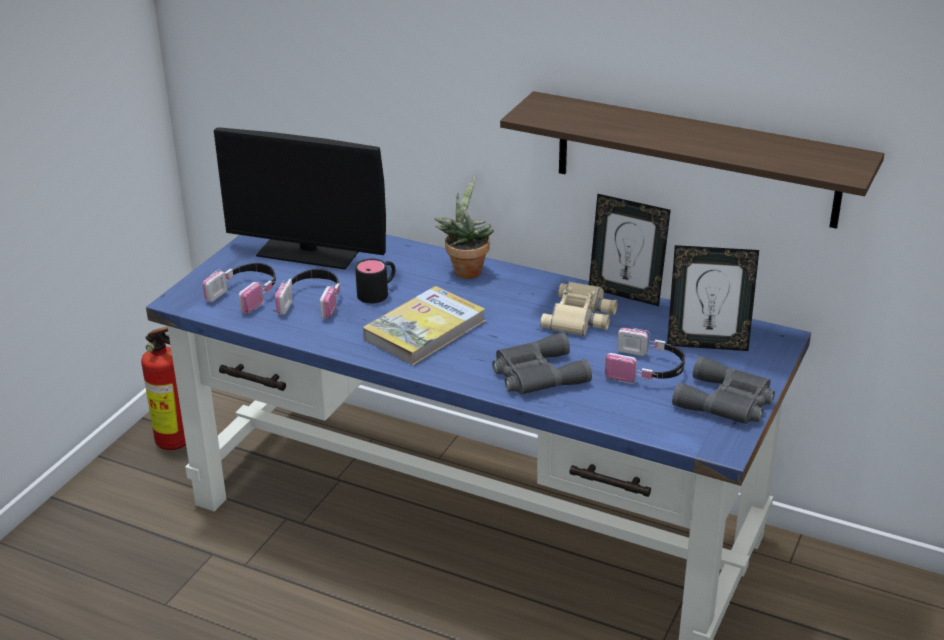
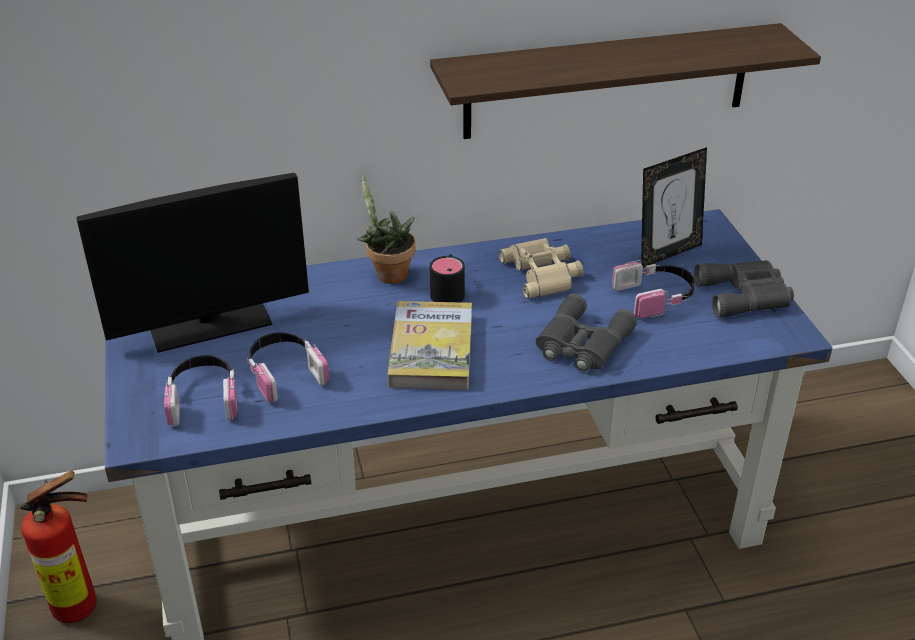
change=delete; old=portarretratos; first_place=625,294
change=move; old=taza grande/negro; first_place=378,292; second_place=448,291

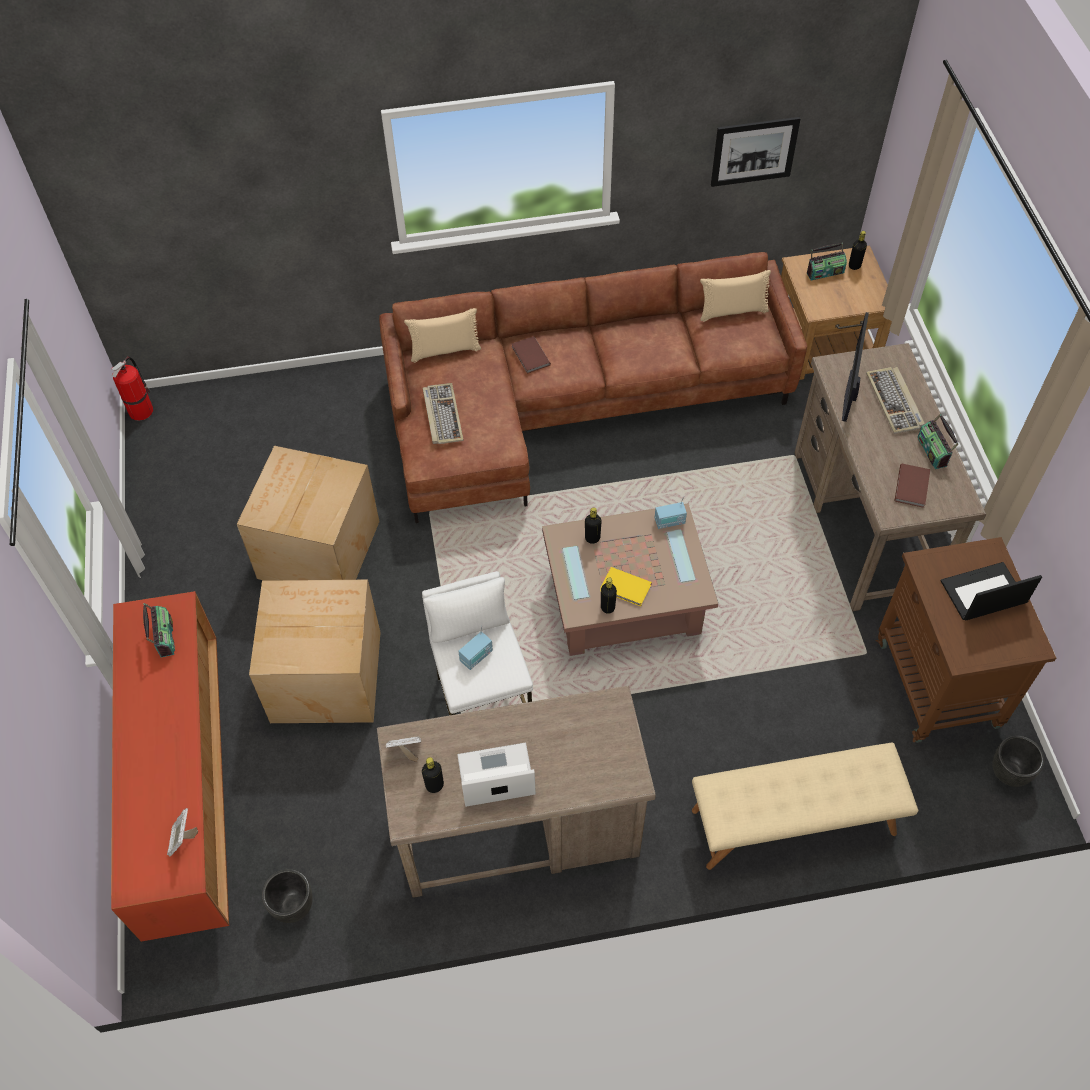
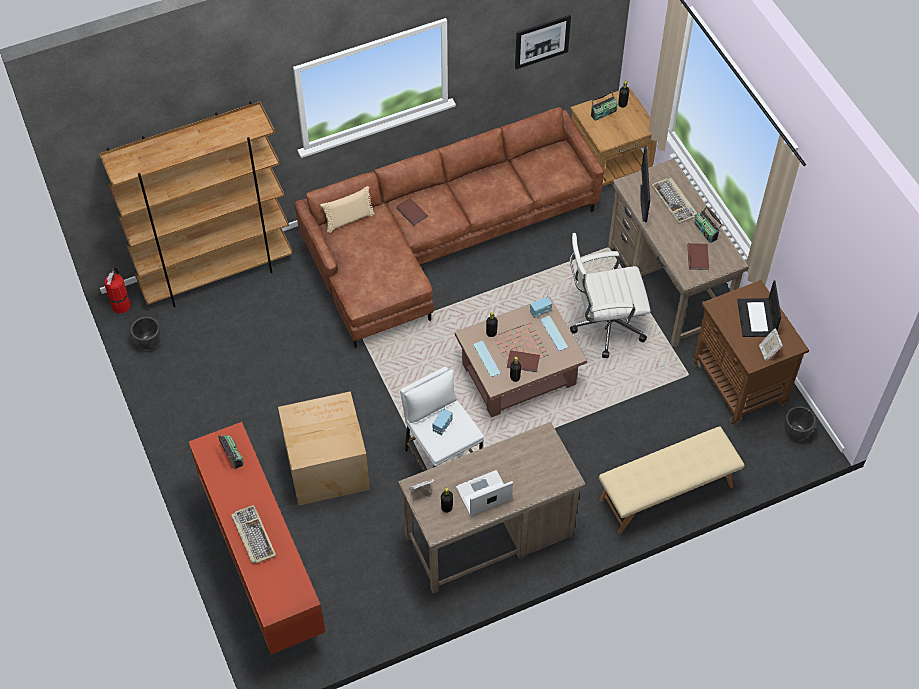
change=delete; old=cojín/beis; first_place=732,311
change=move; old=teclado; first_place=442,415; second_place=252,535
change=delete; old=caja de cartón; first_place=317,550
change=rotate; old=portátil; first_place=983,593; second_place=757,318; degrees=-60
change=recolor; old=libro/amarillo; new=libro/marrón; first_place=625,588; second_place=523,362
change=move; old=portarretratos; first_place=183,840; second_place=768,351
change=move; old=maceta/negro; first_place=293,906; second_place=149,343
change=insert; new=estantería/marrón; second_place=217,274
change=insert; new=silla de oficina/blanco; second_place=604,327

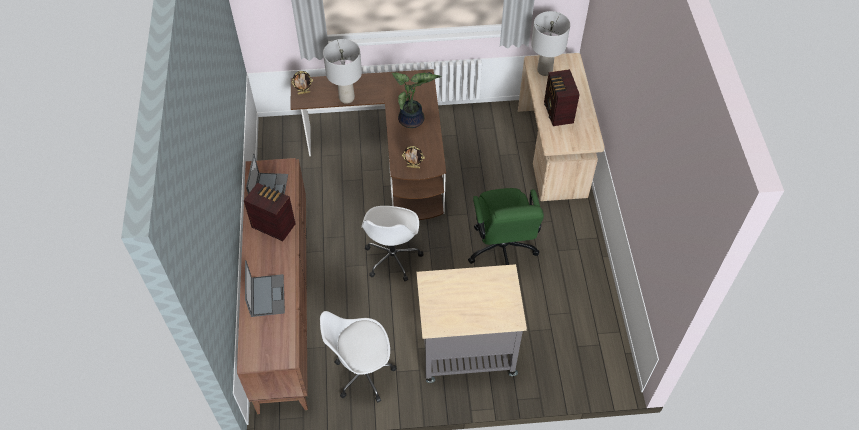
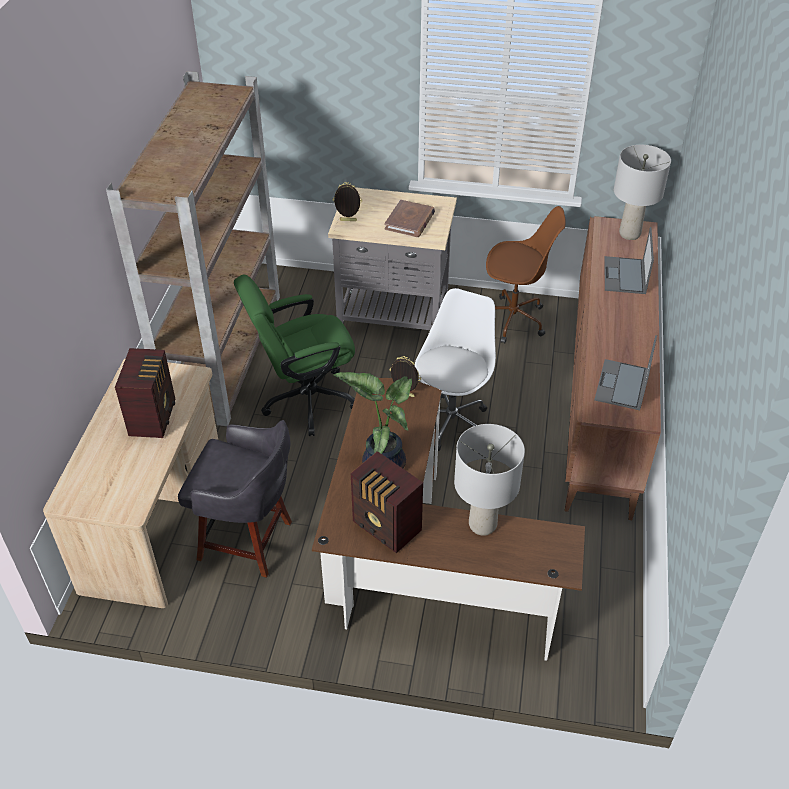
change=move; old=lámpara de mesa/gris; first_place=544,70; second_place=630,234
change=move; old=portarretratos; first_place=304,93; second_place=348,221
change=move; old=radio; first_place=273,225; second_place=387,528
change=rotate; old=silla de oficina/verde; first_place=502,252; second_place=304,402; degrees=-120
change=recolor; old=silla de oficina/blanco; new=silla de oficina/marrón; first_place=362,375; second_place=515,320
change=insert; new=estantería/marrón; second_place=224,353
change=insert; new=libro/marrón; second_place=410,221
change=insert; new=taburete/gris; second_place=249,542

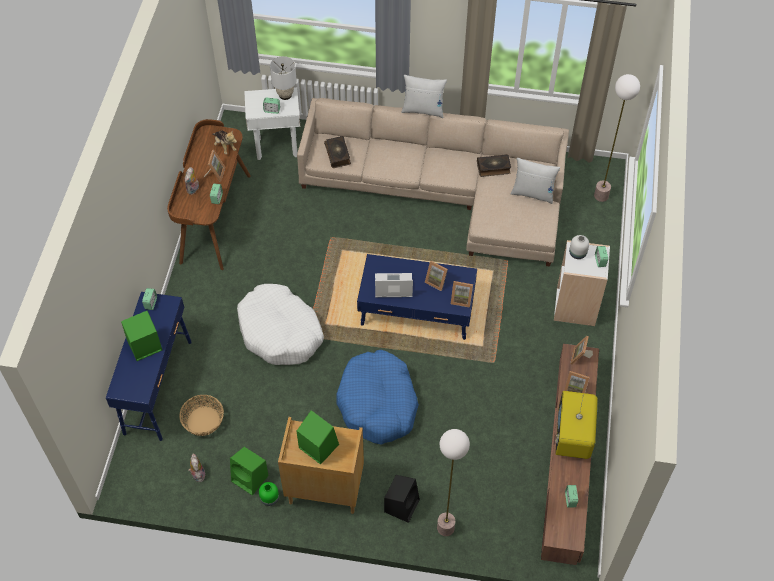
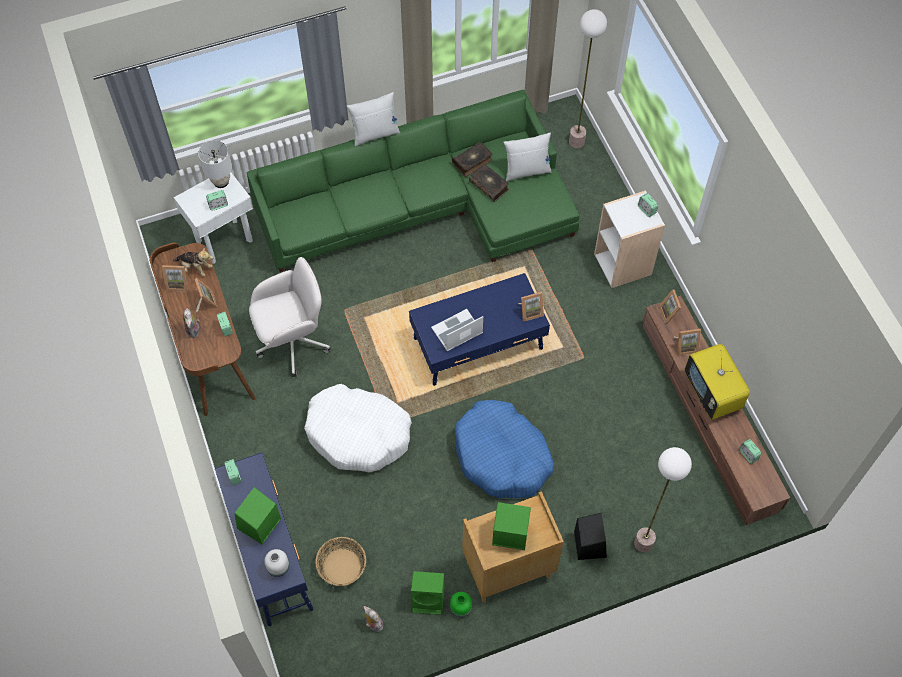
change=recolor; old=sofá/beis; new=sofá/verde; first_place=446,189; second_place=426,205
change=move; old=libro; first_place=338,155; second_place=489,185
change=move; old=florero/blanco; first_place=577,254; second_place=278,568
change=move; old=portarretratos; first_place=436,281; second_place=178,283
change=insert; new=silla de oficina/blanco; second_place=293,344

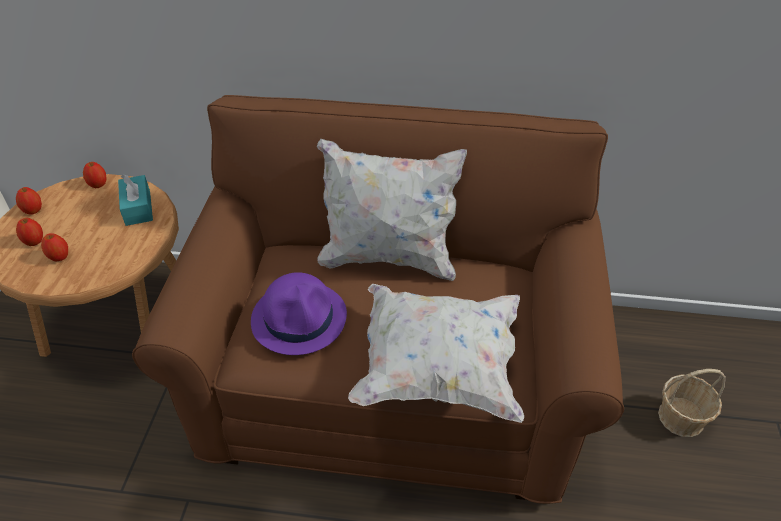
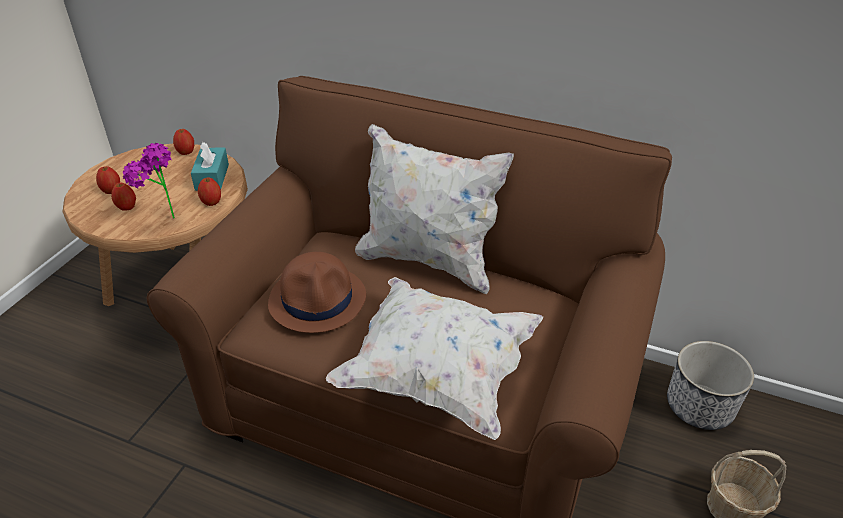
change=move; old=manzana; first_place=33,210; second_place=212,202
change=recolor; old=sombrero/morado; new=sombrero/marrón; first_place=300,318; second_place=318,299
change=insert; new=planta en maceta; second_place=163,218
change=insert; new=maceta; second_place=699,406

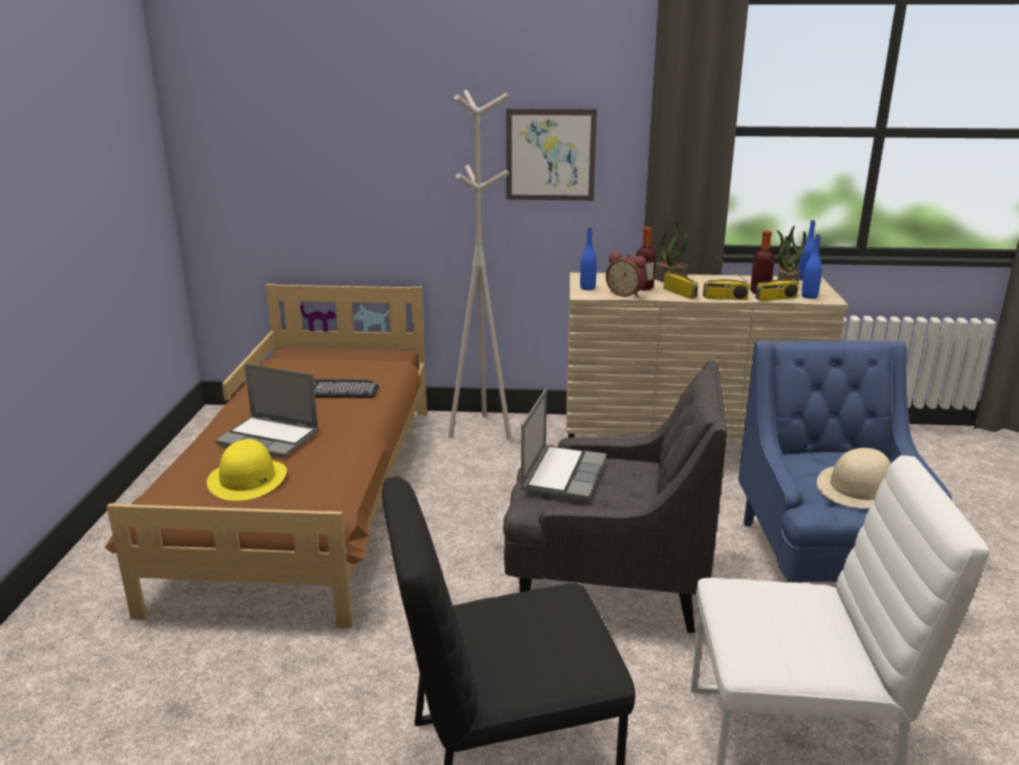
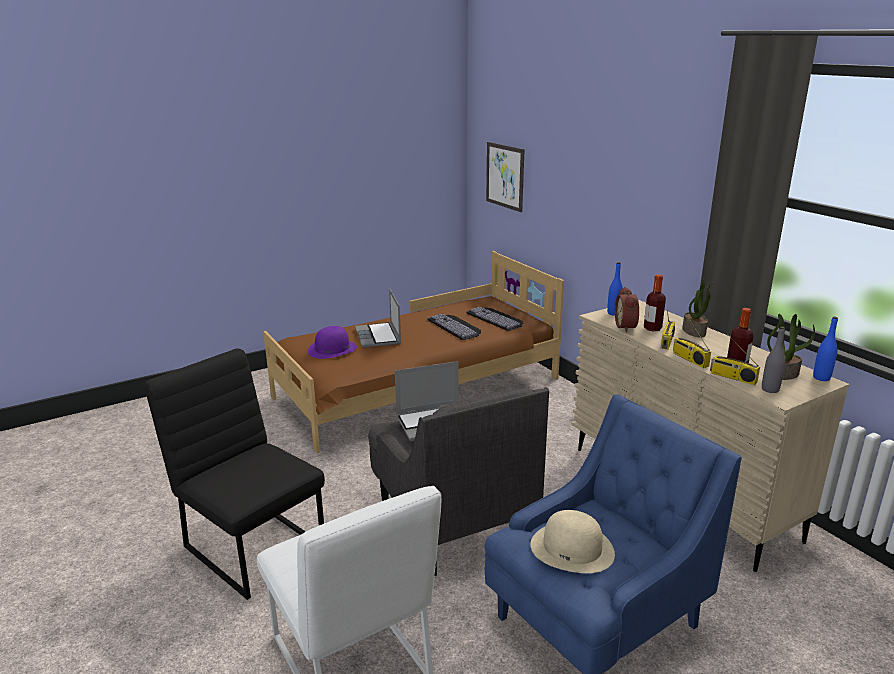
change=delete; old=perchero/gris; first_place=482,430
change=move; old=cuadro; first_place=550,155; second_place=505,176
change=recolor; old=botella/azul; new=botella/gris; first_place=809,296; second_place=770,389
change=recolor; old=sombrero/amarillo; new=sombrero/morado; first_place=247,479; second_place=332,349
change=insert; new=teclado; second_place=497,318

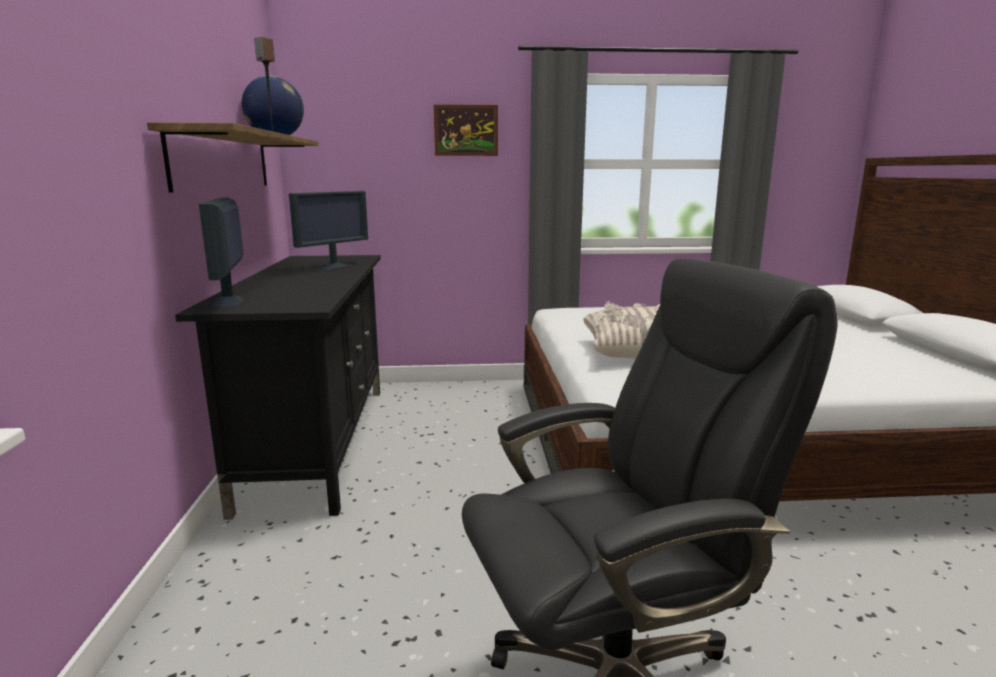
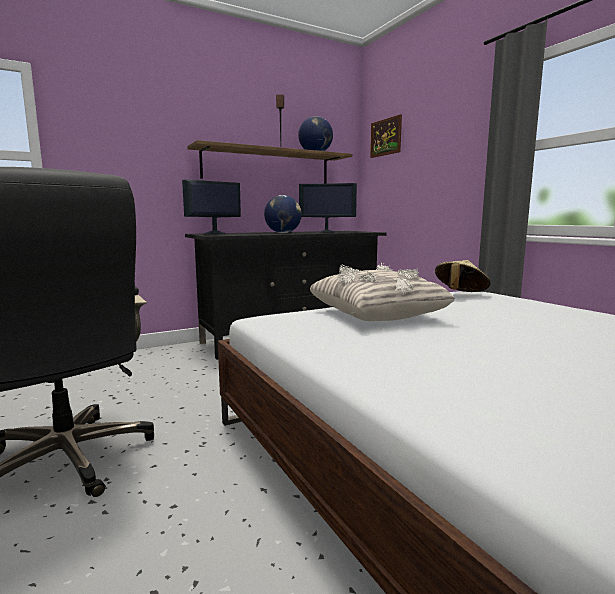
change=move; old=cuadro; first_place=466,130; second_place=386,137
change=insert; new=globo terráqueo; second_place=283,233
change=insert; new=sombrero/beis; second_place=460,294

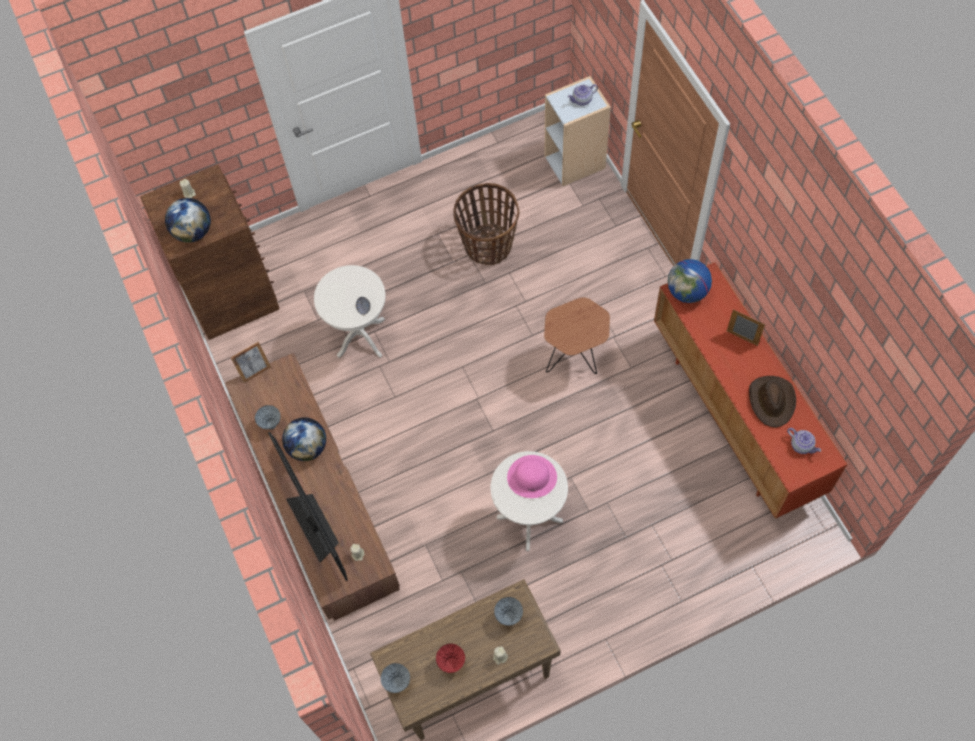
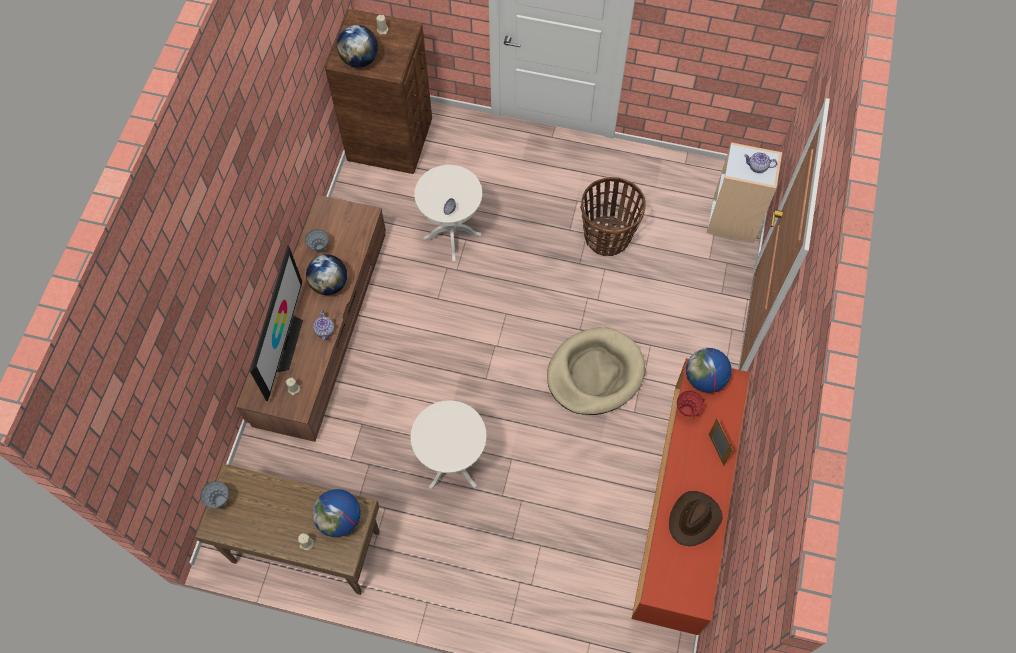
change=replace; old=mesa auxiliar/marrón; new=cama para perro/beis; first_place=575,360; second_place=595,373
change=delete; old=portarretratos; first_place=255,371
change=move; old=tetera; first_place=802,445; second_place=325,330
change=delete; old=sombrero/rosa; first_place=532,477
change=replace; old=florero/gris; new=globo terráqueo; first_place=509,617; second_place=340,519
change=move; old=florero/rojo; first_place=452,663; second_place=686,411

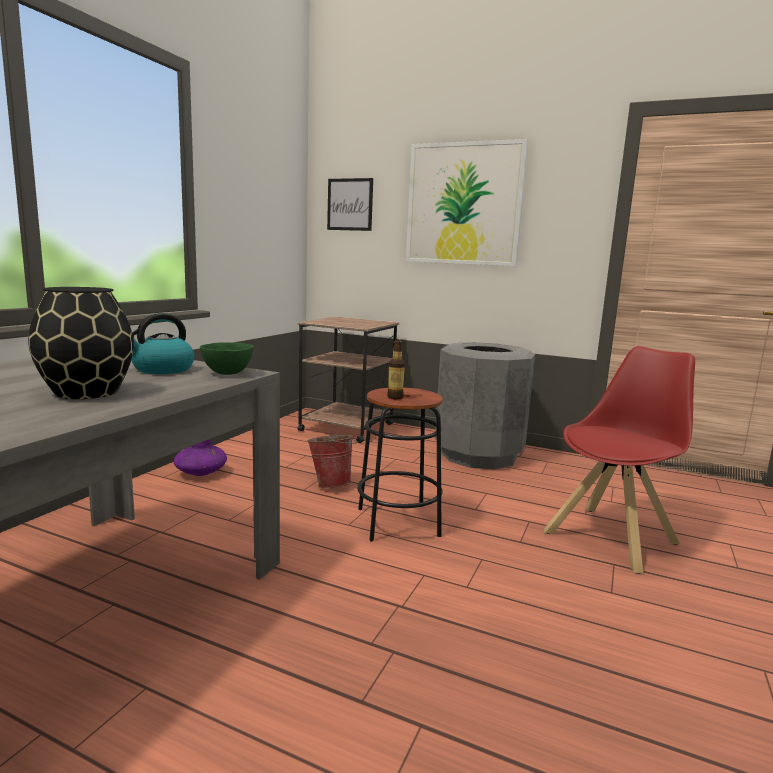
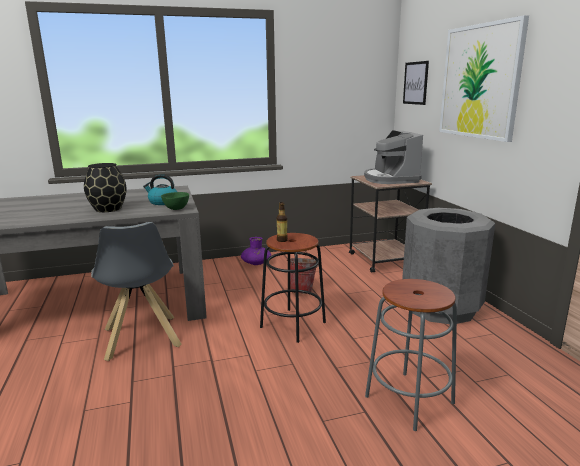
change=replace; old=silla/rojo; new=taburete/gris; first_place=613,536; second_place=409,399
change=insert; new=cafetera; second_place=390,179
change=insert; new=silla/gris; second_place=141,339

